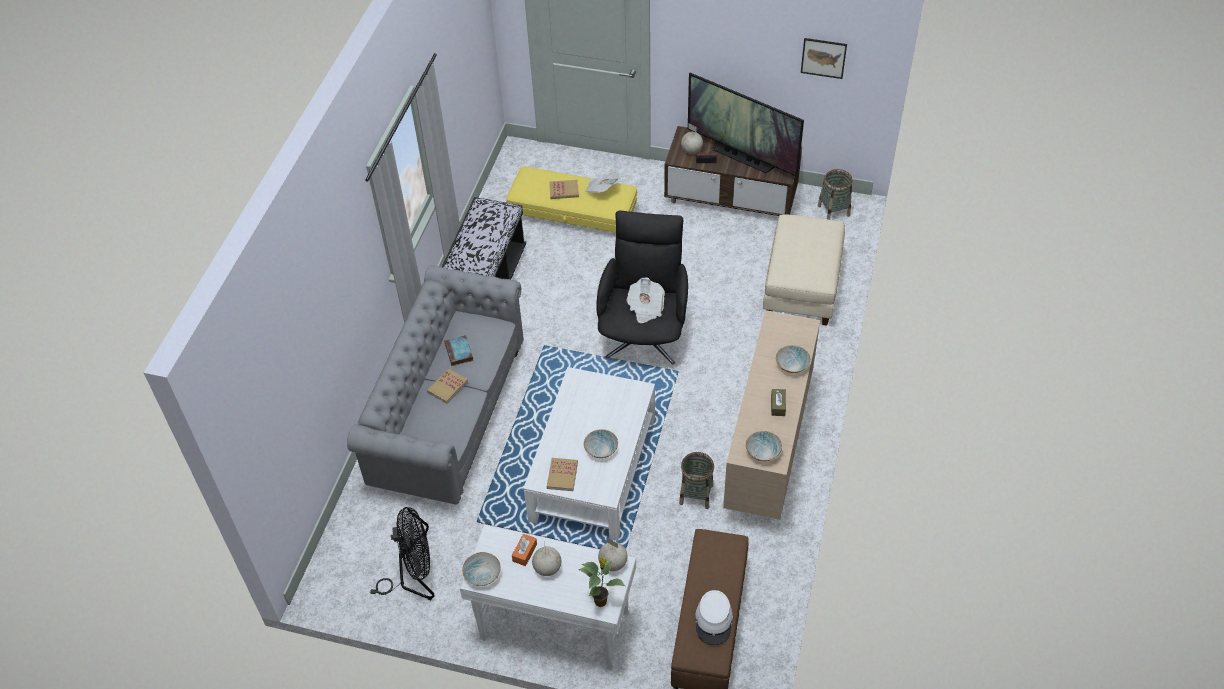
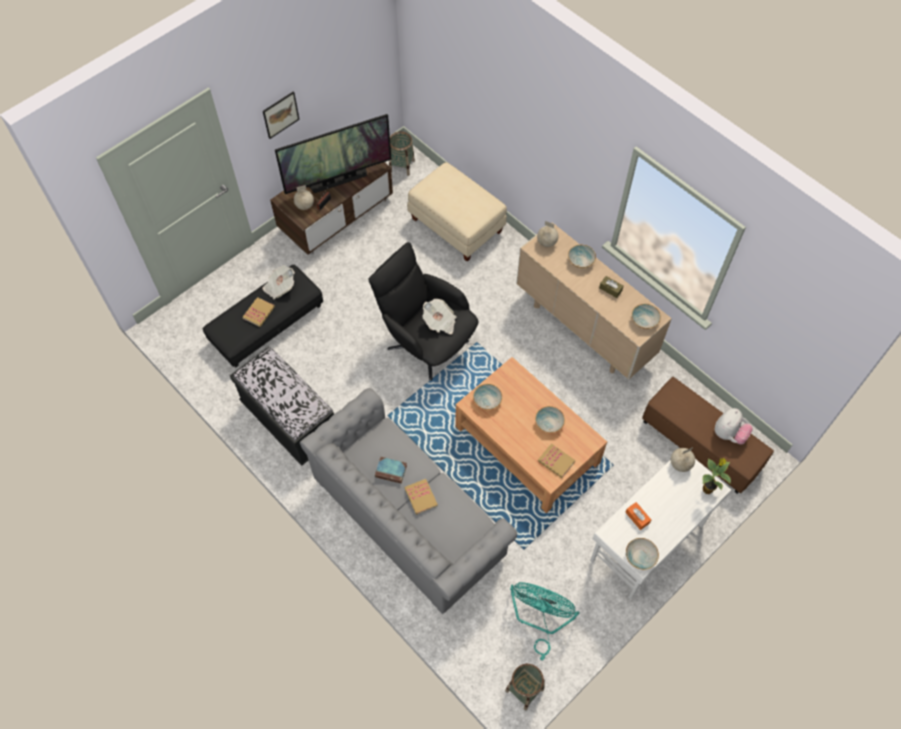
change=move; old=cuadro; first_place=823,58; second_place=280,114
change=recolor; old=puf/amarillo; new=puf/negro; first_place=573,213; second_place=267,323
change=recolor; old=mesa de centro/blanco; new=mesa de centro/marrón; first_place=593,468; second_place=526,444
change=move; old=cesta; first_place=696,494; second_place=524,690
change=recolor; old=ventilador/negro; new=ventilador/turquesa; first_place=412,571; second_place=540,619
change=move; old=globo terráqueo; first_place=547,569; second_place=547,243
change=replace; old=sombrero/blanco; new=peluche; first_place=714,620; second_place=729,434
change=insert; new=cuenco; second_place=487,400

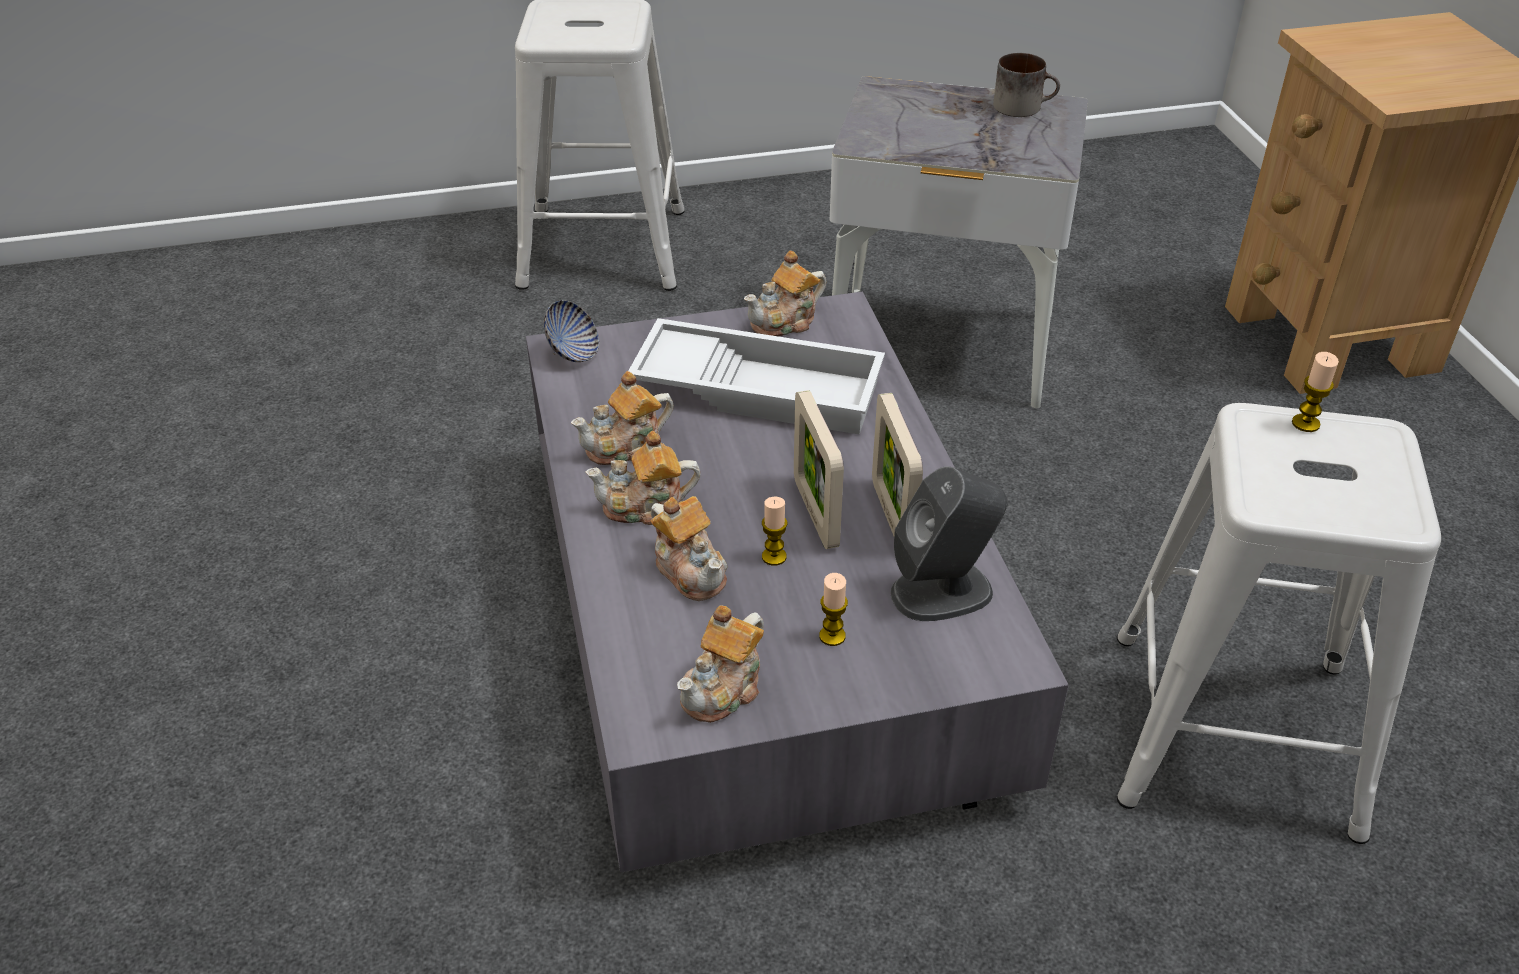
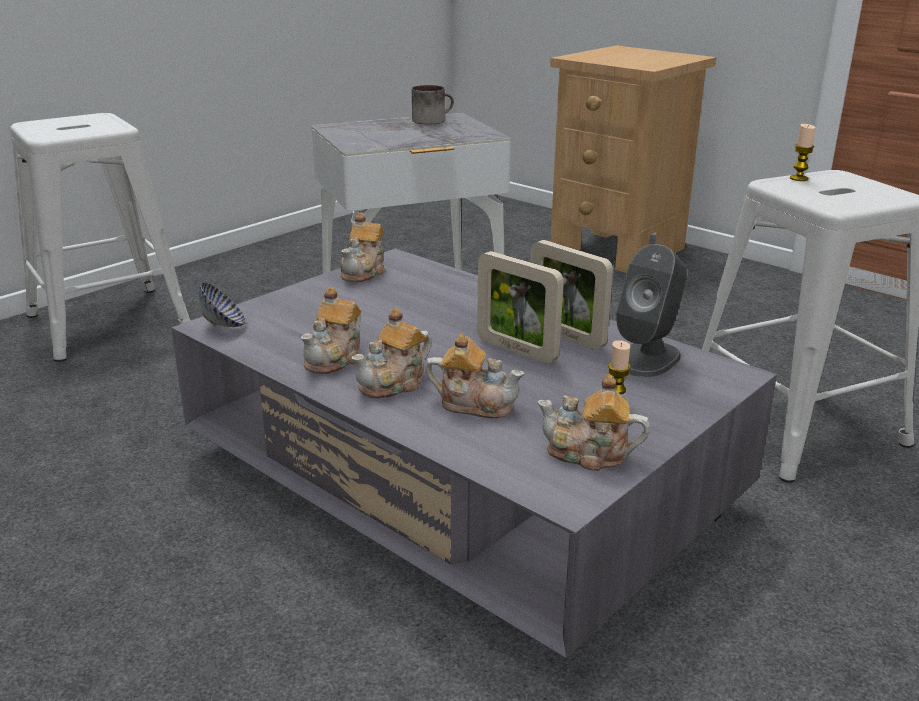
change=delete; old=bandeja/blanco; first_place=760,387
change=delete; old=vela; first_place=774,557
change=rotate; old=tetera; first_place=724,689; second_place=588,454; degrees=105

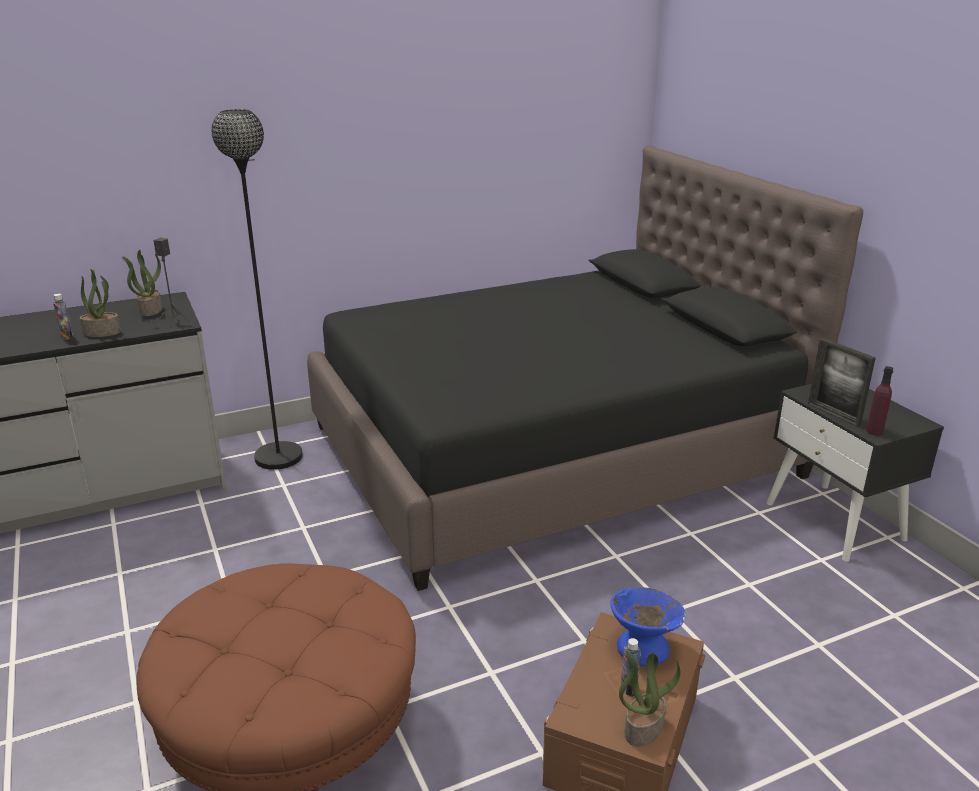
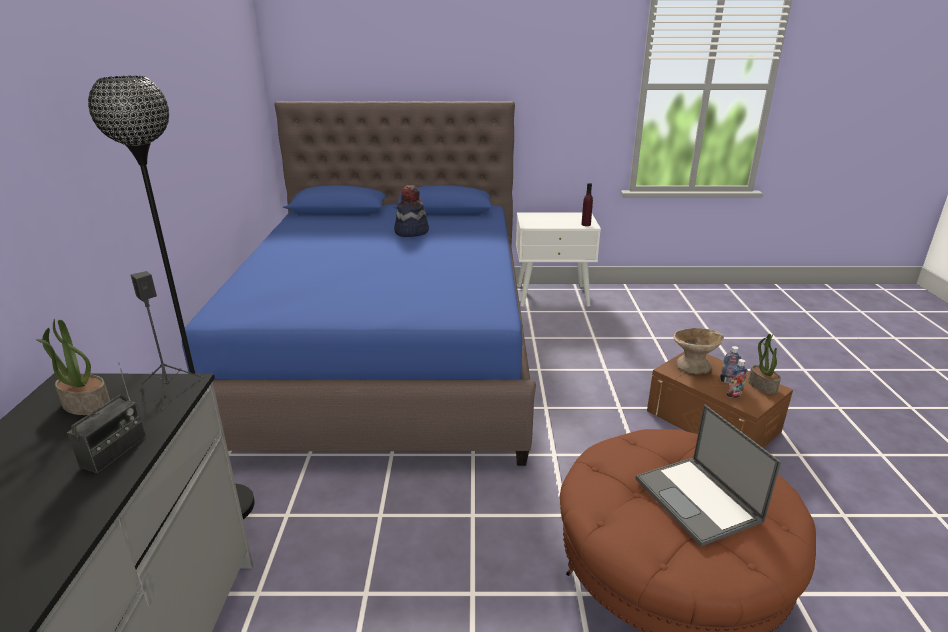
change=recolor; old=cama/negro; new=cama/azul; first_place=551,450; second_place=388,354
change=replace; old=planta en maceta; new=radio; first_place=103,332; second_place=114,452
change=move; old=botella; first_place=67,337; second_place=734,395
change=delete; old=portarretratos; first_place=833,414
change=recolor; old=mesita de noche/negro; new=mesita de noche/blanco; first_place=835,521; second_place=553,295
change=recolor; old=cuenco/azul; new=cuenco/beis; first_place=642,648; second_place=693,366
change=insert; new=sombrero; second_place=411,232
change=insert; new=portátil; second_place=698,500

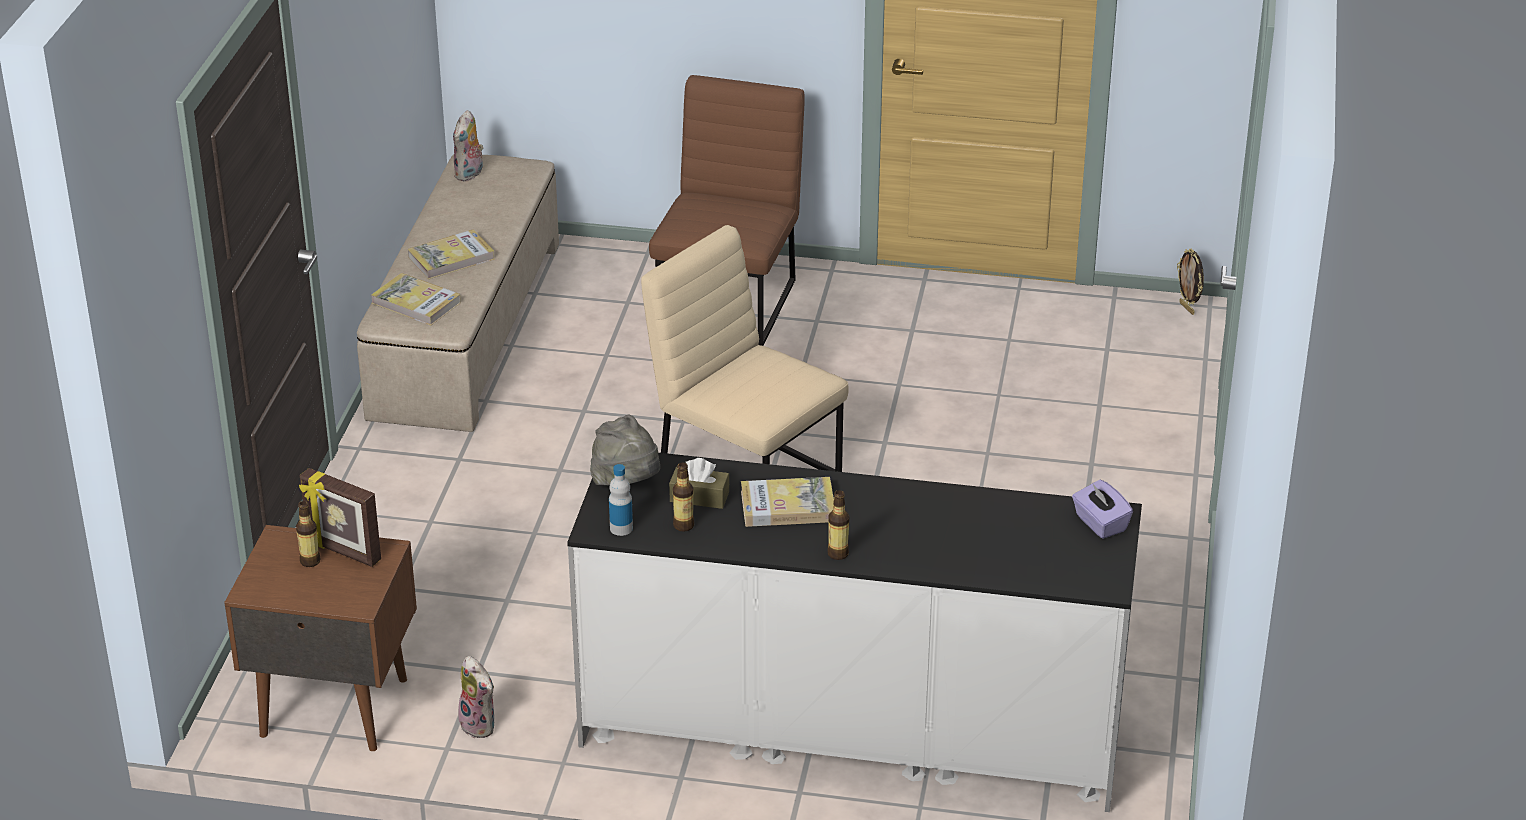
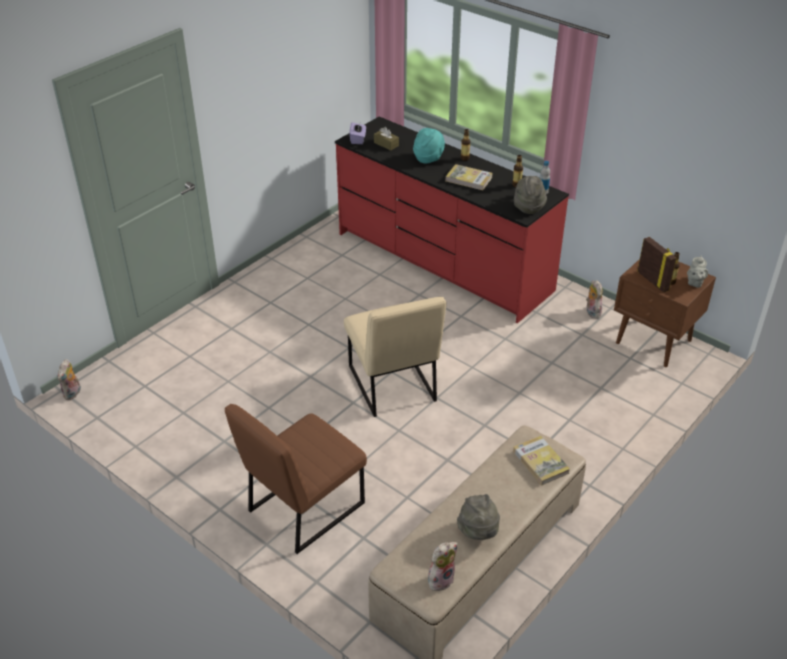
change=delete; old=libro; first_place=451,258
change=replace; old=portarretratos; new=peluche; first_place=1187,308; second_place=73,394
change=recolor; old=cómoda/gris; new=cómoda/rojo; first_place=851,727; second_place=443,261
change=move; old=caja de pañuelos/marrón; first_place=699,497; second_place=386,144
change=insert; new=sombrero/turquesa; second_place=428,157
change=insert; new=tetera/gris; second_place=694,283
change=insert; new=sombrero/gris; second_place=478,532

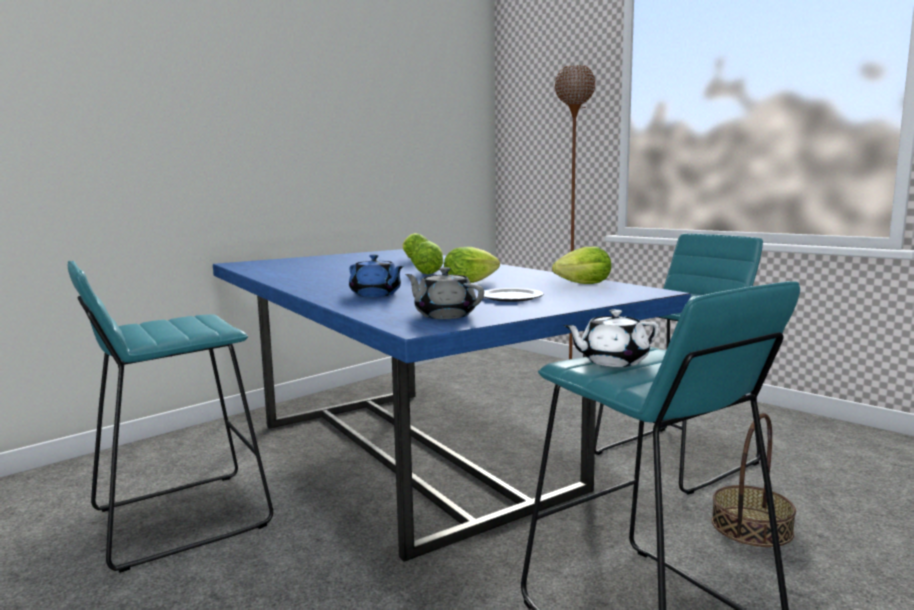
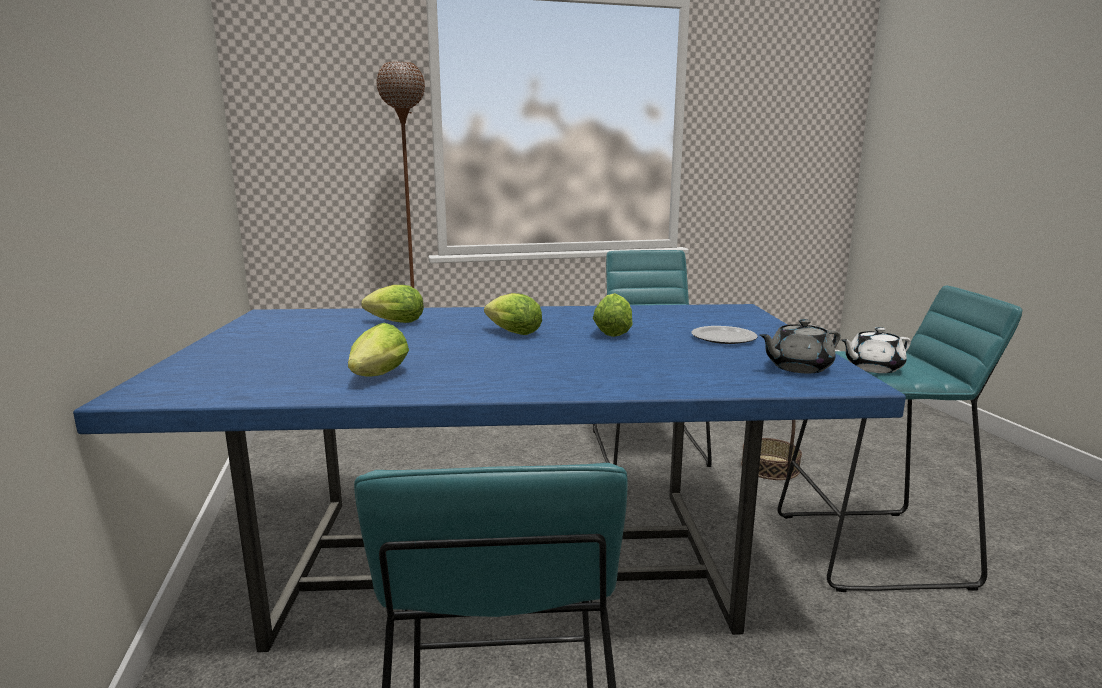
change=move; old=lechuga; first_place=580,284; second_place=377,377
change=delete; old=tetera/azul; first_place=376,294
change=rotate; old=tetera/blanco; first_place=612,361; second_place=872,368; degrees=60

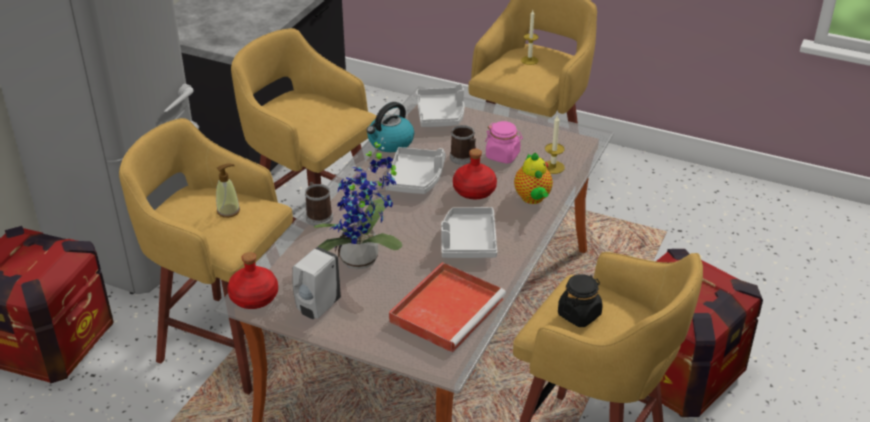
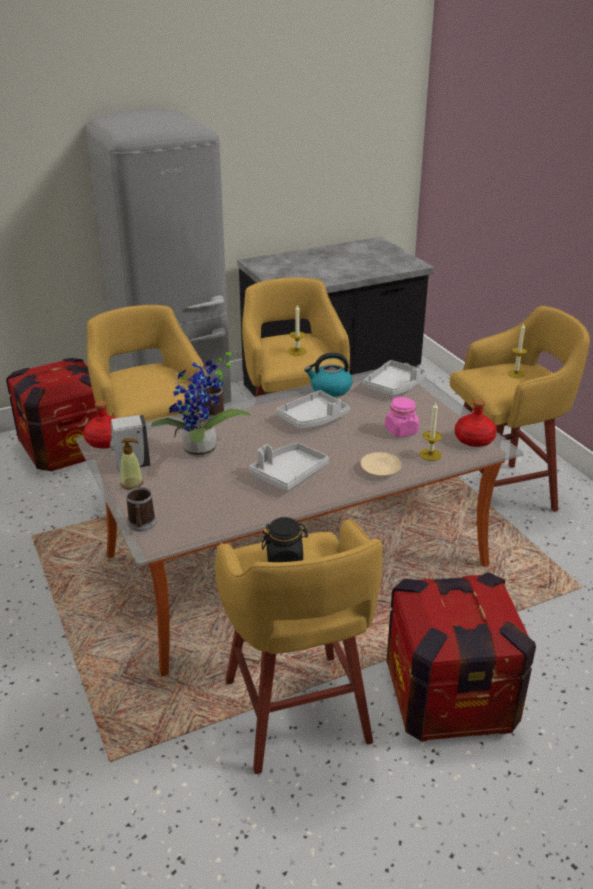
change=move; old=taza grande; first_place=464,158; second_place=141,524
change=move; old=botella/rojo; first_place=475,190; second_place=474,439
change=replace; old=tetera; new=plato/beis; first_place=533,199; second_place=380,468
change=move; old=dispensador de jabón; first_place=228,211; second_place=132,484
change=delete; old=bandeja/rojo; first_place=447,308
change=insert; new=vela; second_place=297,351

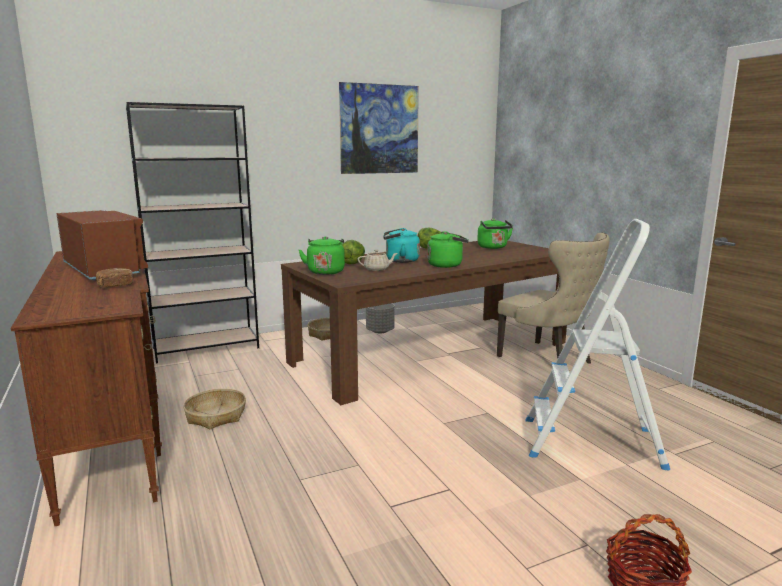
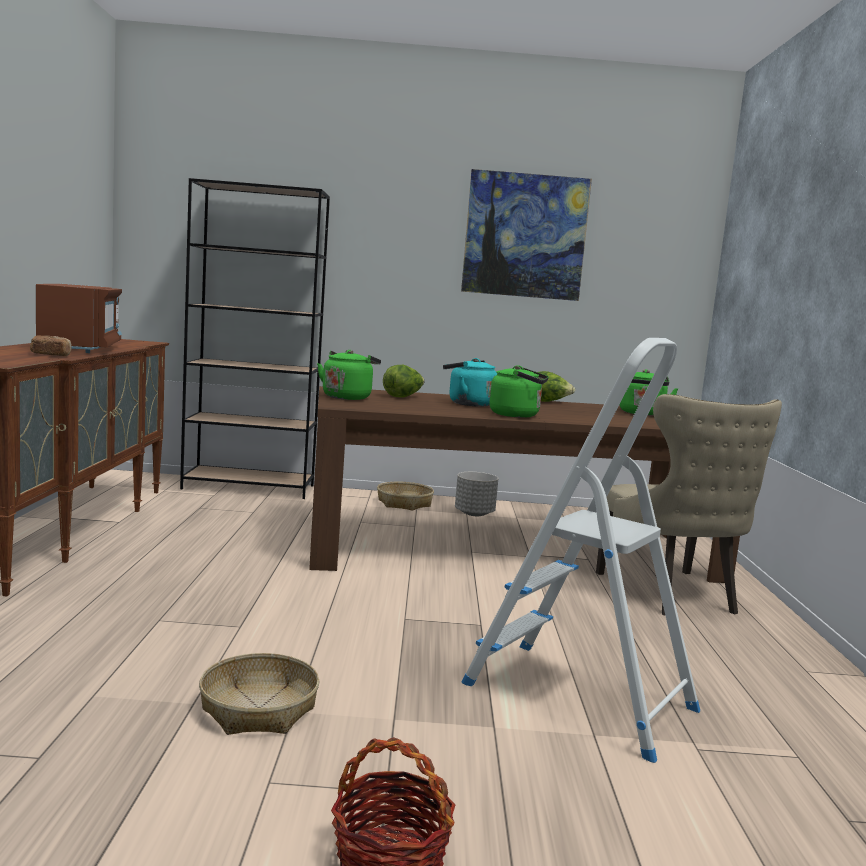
change=delete; old=tetera/beis; first_place=377,269
change=move; old=cesta; first_place=216,416; second_place=258,709

